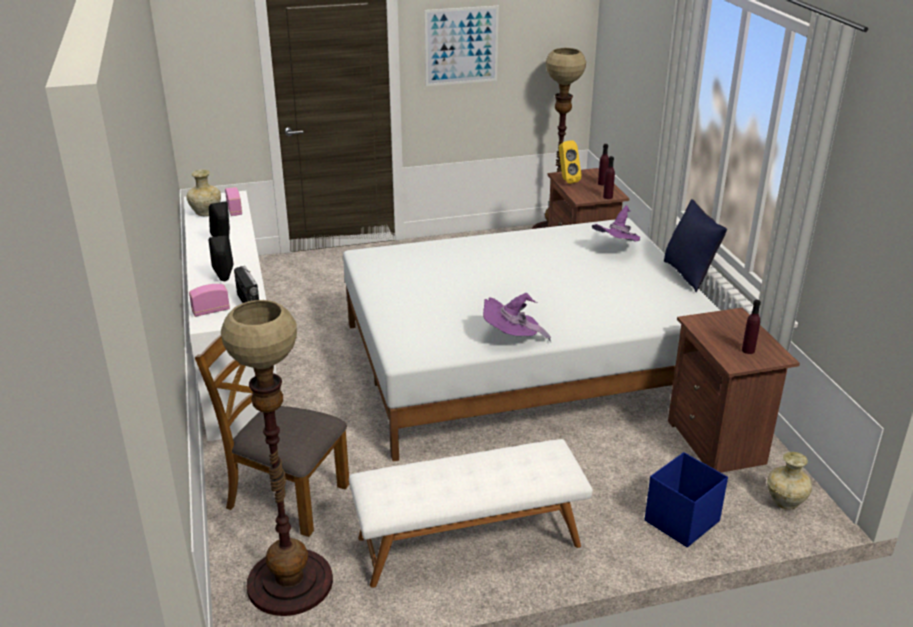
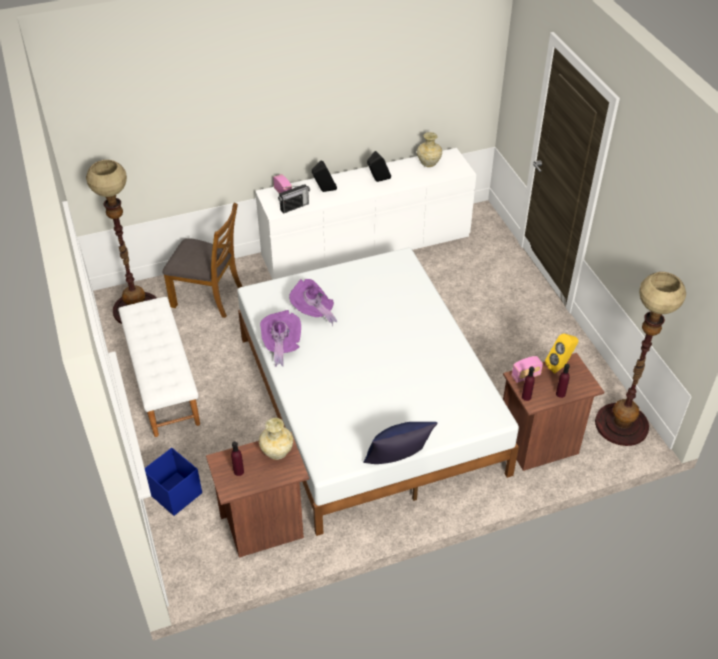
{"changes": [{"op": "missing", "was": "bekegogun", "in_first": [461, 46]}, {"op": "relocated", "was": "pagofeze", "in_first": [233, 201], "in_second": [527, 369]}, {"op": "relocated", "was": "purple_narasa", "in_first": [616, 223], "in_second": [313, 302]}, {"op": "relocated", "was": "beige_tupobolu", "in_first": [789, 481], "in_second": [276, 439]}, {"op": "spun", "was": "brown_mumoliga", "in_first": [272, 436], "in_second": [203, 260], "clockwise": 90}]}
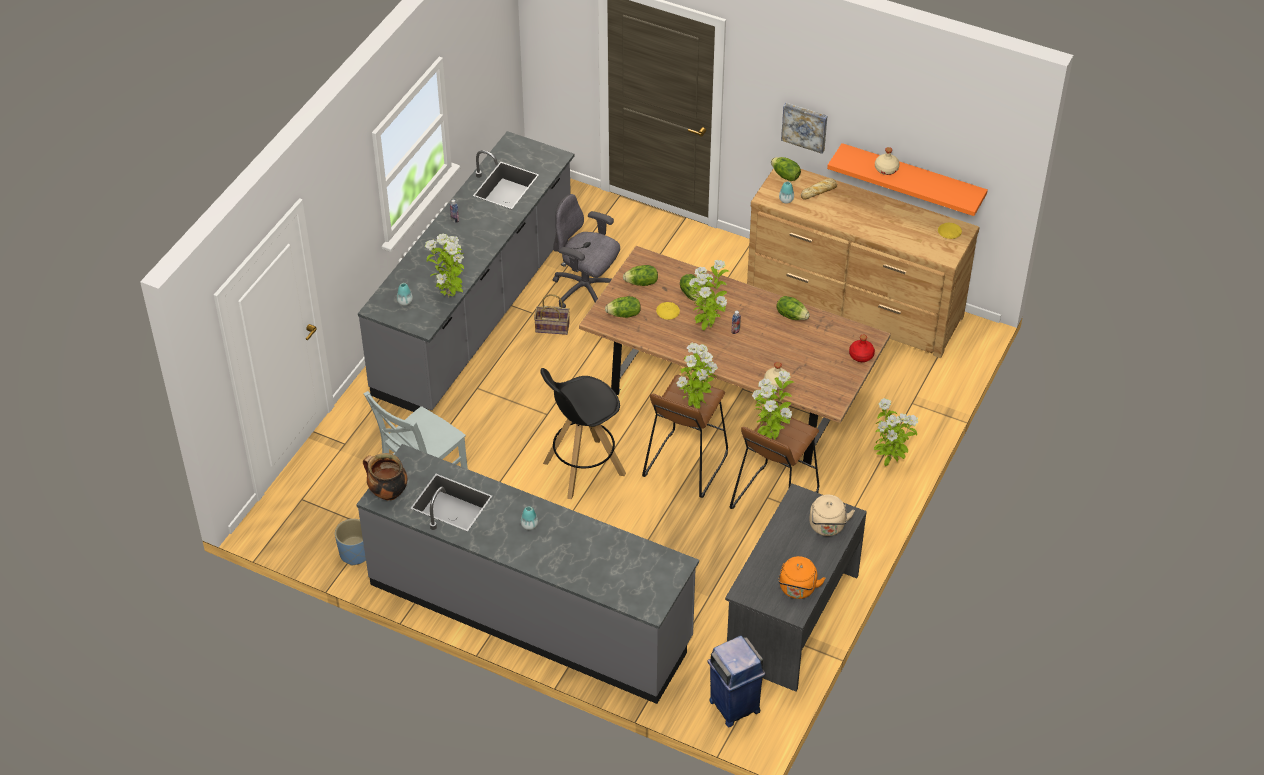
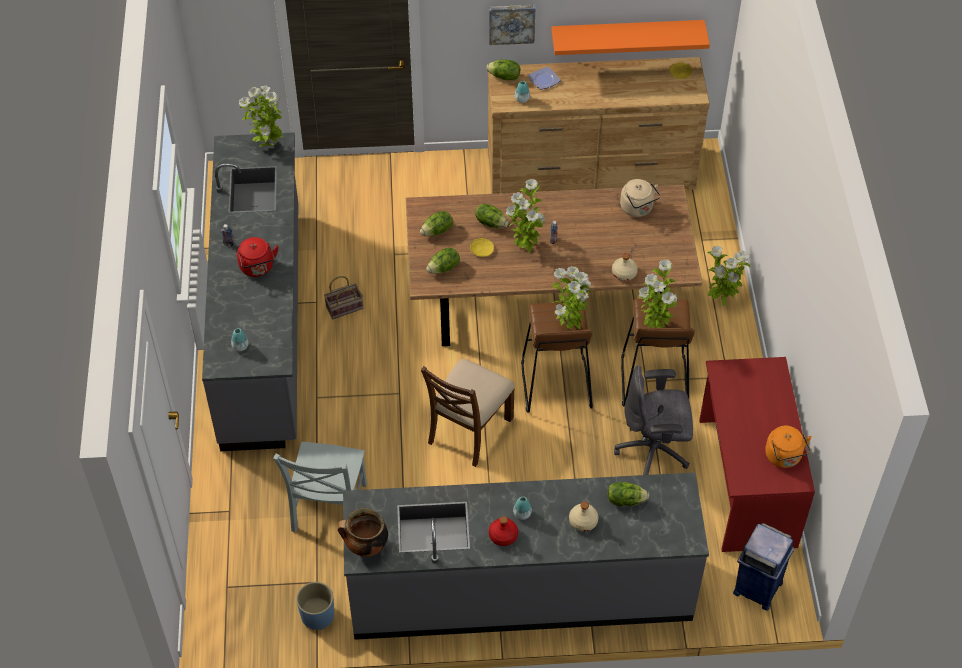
{"changes": [{"op": "appeared", "now": "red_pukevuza", "in_second": [258, 257]}, {"op": "relocated", "was": "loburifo", "in_first": [444, 266], "in_second": [261, 116]}, {"op": "relocated", "was": "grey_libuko", "in_first": [586, 251], "in_second": [653, 420]}, {"op": "relocated", "was": "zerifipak", "in_first": [793, 308], "in_second": [628, 494]}, {"op": "relocated", "was": "beige_pukevuza", "in_first": [832, 515], "in_second": [640, 198]}, {"op": "relocated", "was": "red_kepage", "in_first": [862, 348], "in_second": [503, 531]}, {"op": "relocated", "was": "beige_kepage", "in_first": [887, 161], "in_second": [583, 516]}, {"op": "exchanged", "was": "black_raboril", "now": "brown_mumoliga", "in_first": [583, 433], "in_second": [468, 413]}, {"op": "exchanged", "was": "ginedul", "now": "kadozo", "in_first": [819, 189], "in_second": [544, 78]}, {"op": "colour", "was": "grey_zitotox", "now": "red_zitotox", "in_first": [796, 587], "in_second": [757, 454]}]}
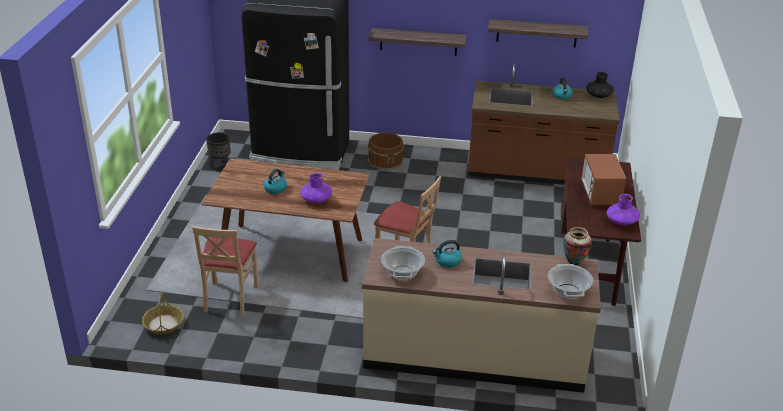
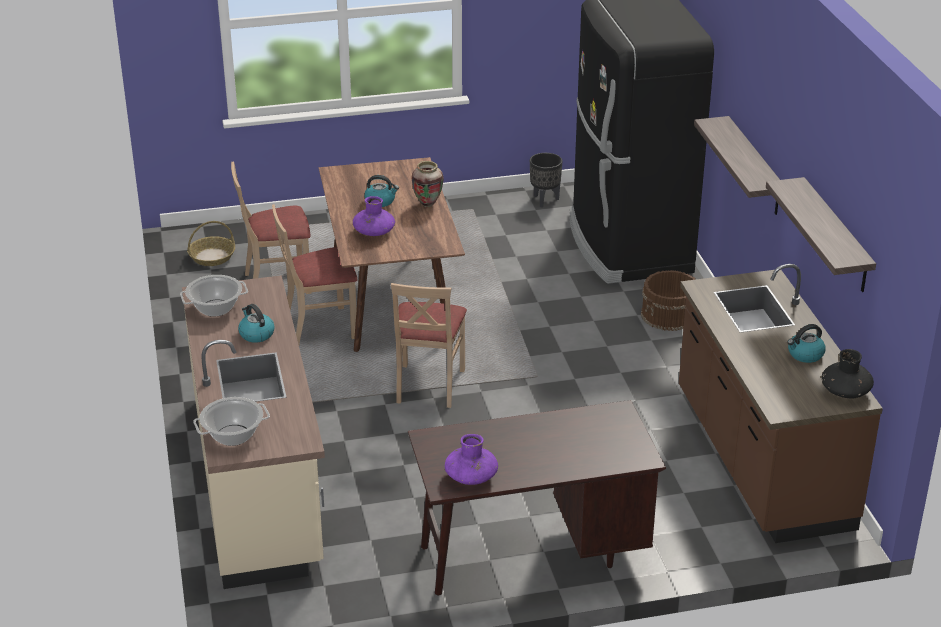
{"changes": [{"op": "missing", "was": "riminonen", "in_first": [603, 179]}, {"op": "appeared", "now": "beige_mumoliga", "in_second": [315, 274]}, {"op": "relocated", "was": "tupobolu", "in_first": [577, 246], "in_second": [427, 184]}]}
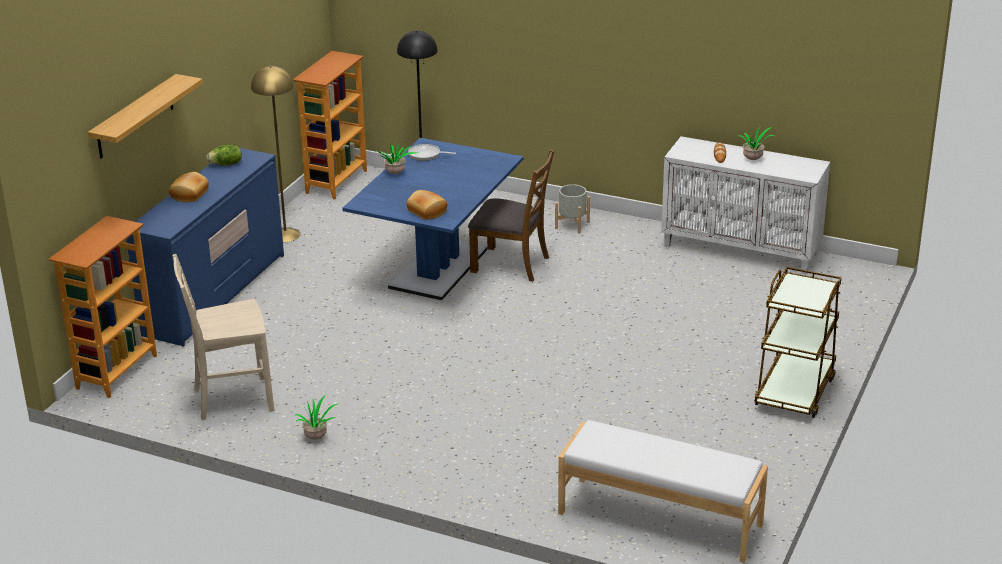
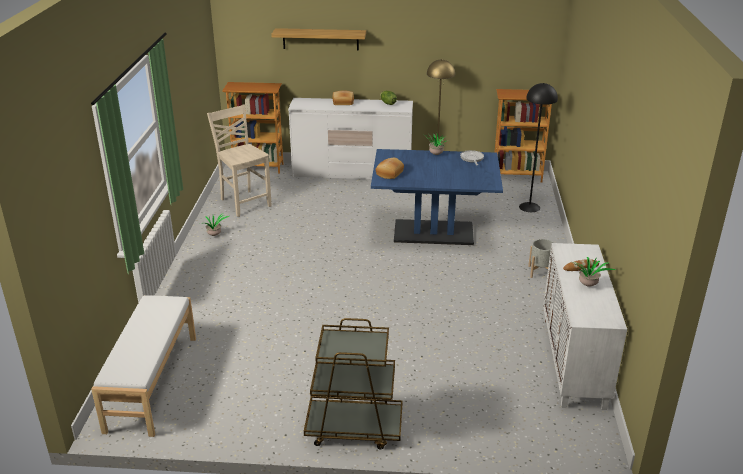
{"changes": [{"op": "missing", "was": "brown_mumoliga", "in_first": [511, 215]}, {"op": "colour", "was": "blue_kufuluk", "now": "white_kufuluk", "in_first": [205, 247], "in_second": [350, 138]}]}
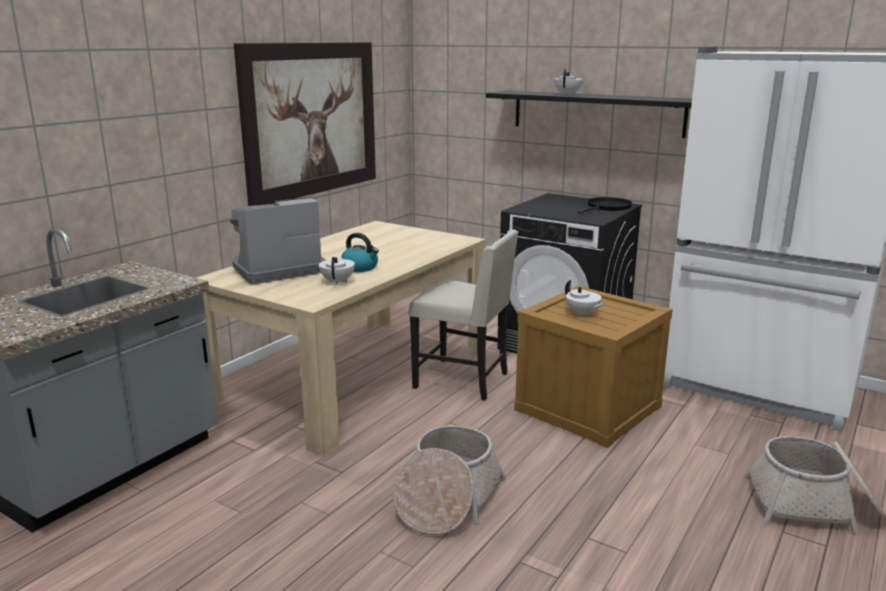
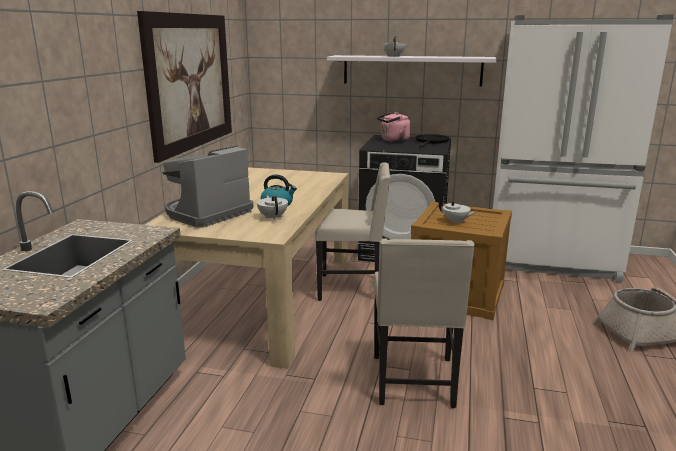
{"changes": [{"op": "appeared", "now": "pink_pukevuza", "in_second": [394, 127]}, {"op": "exchanged", "was": "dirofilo", "now": "beige_mumoliga", "in_first": [450, 480], "in_second": [424, 323]}, {"op": "colour", "was": "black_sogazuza", "now": "white_sogazuza", "in_first": [589, 114], "in_second": [412, 70]}]}
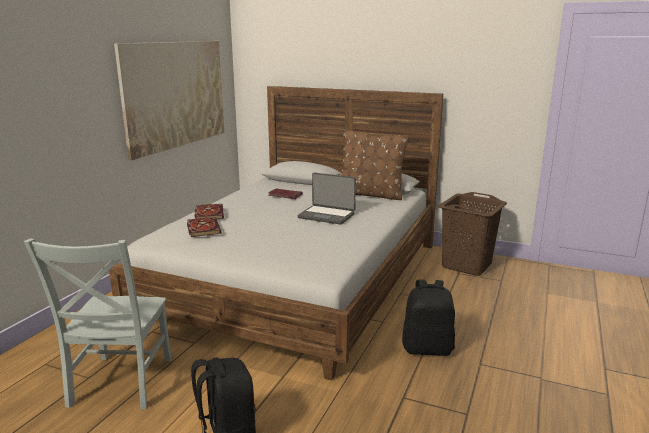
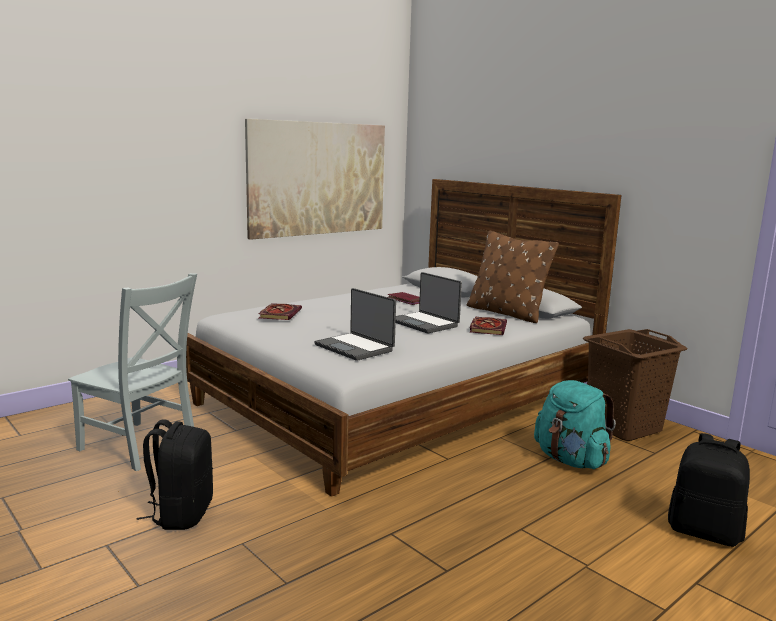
{"changes": [{"op": "appeared", "now": "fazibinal", "in_second": [355, 324]}, {"op": "appeared", "now": "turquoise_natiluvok", "in_second": [575, 424]}, {"op": "relocated", "was": "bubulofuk", "in_first": [209, 211], "in_second": [488, 326]}, {"op": "relocated", "was": "black_natiluvok", "in_first": [428, 317], "in_second": [709, 490]}, {"op": "spun", "was": "grey_mumoliga", "in_first": [98, 324], "in_second": [132, 372], "clockwise": -90}]}
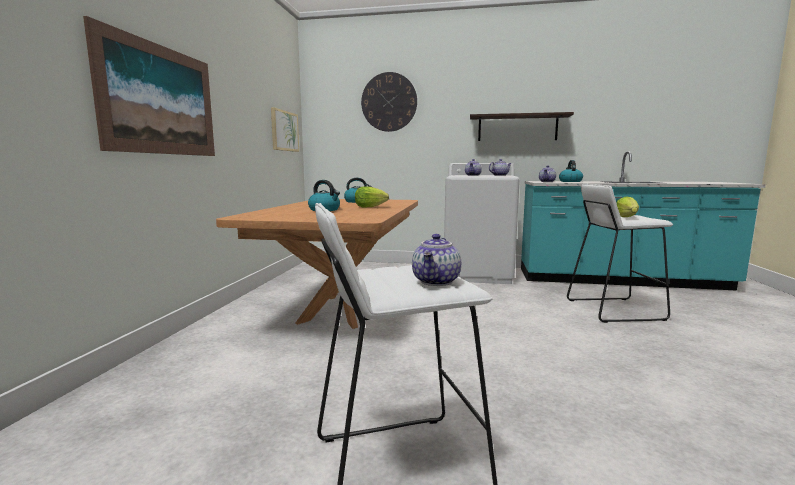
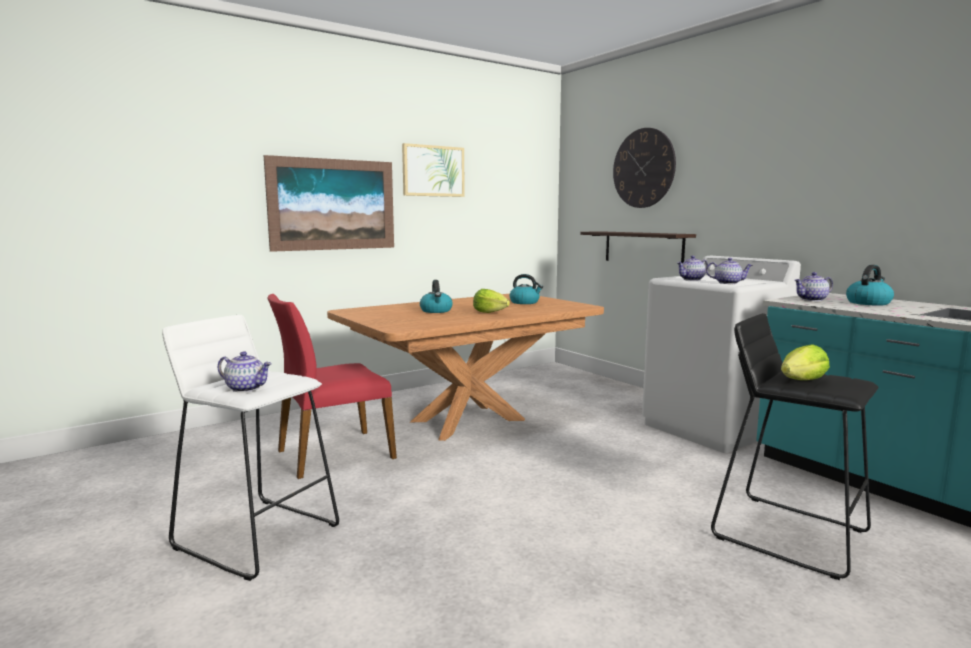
{"changes": [{"op": "appeared", "now": "red_mumoliga", "in_second": [332, 386]}, {"op": "relocated", "was": "bekegogun", "in_first": [285, 129], "in_second": [433, 170]}, {"op": "relocated", "was": "sogazuza", "in_first": [522, 126], "in_second": [638, 247]}, {"op": "colour", "was": "white_raboril", "now": "black_raboril", "in_first": [620, 253], "in_second": [795, 446]}, {"op": "spun", "was": "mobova", "in_first": [436, 260], "in_second": [245, 371], "clockwise": -135}]}
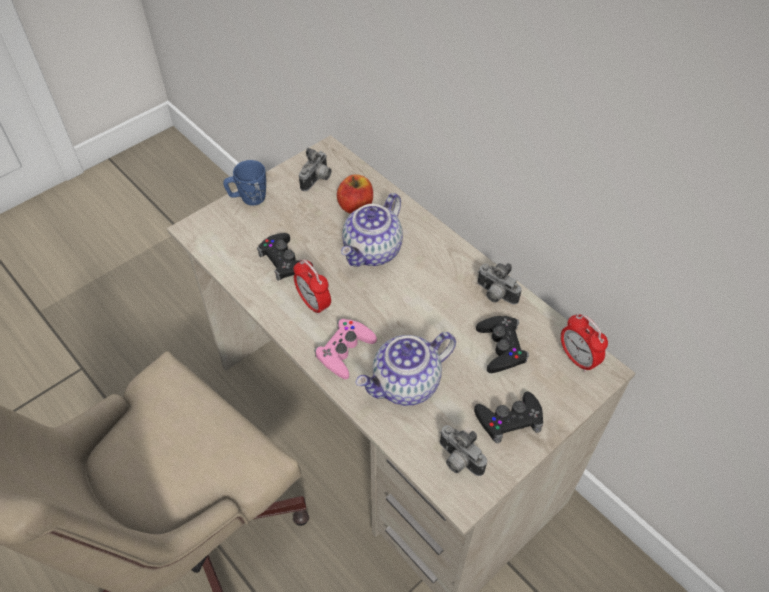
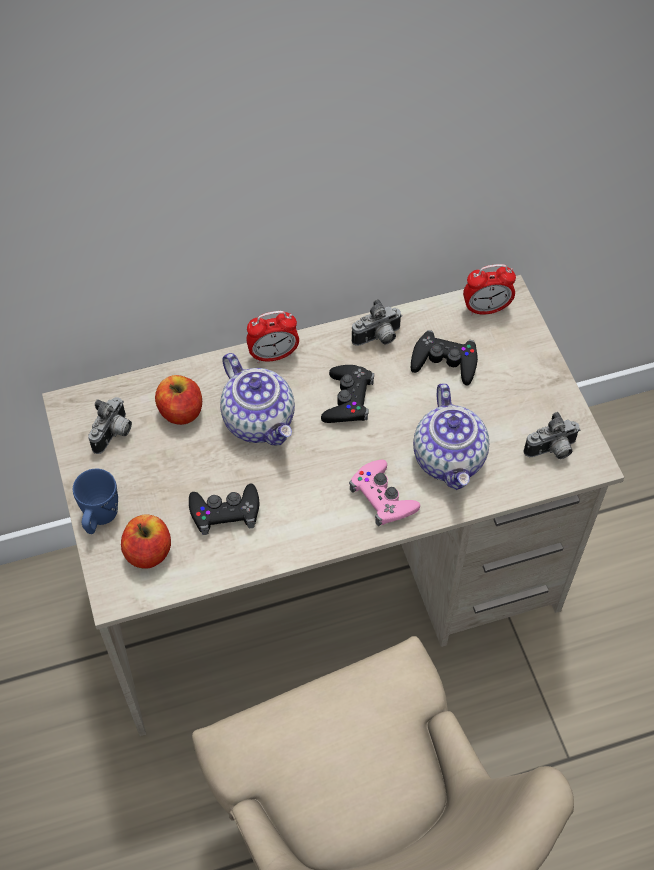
{"changes": [{"op": "appeared", "now": "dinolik", "in_second": [146, 541]}, {"op": "relocated", "was": "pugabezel", "in_first": [312, 287], "in_second": [272, 337]}, {"op": "relocated", "was": "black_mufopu", "in_first": [508, 417], "in_second": [347, 394]}, {"op": "spun", "was": "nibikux", "in_first": [315, 169], "in_second": [110, 425], "clockwise": 60}]}
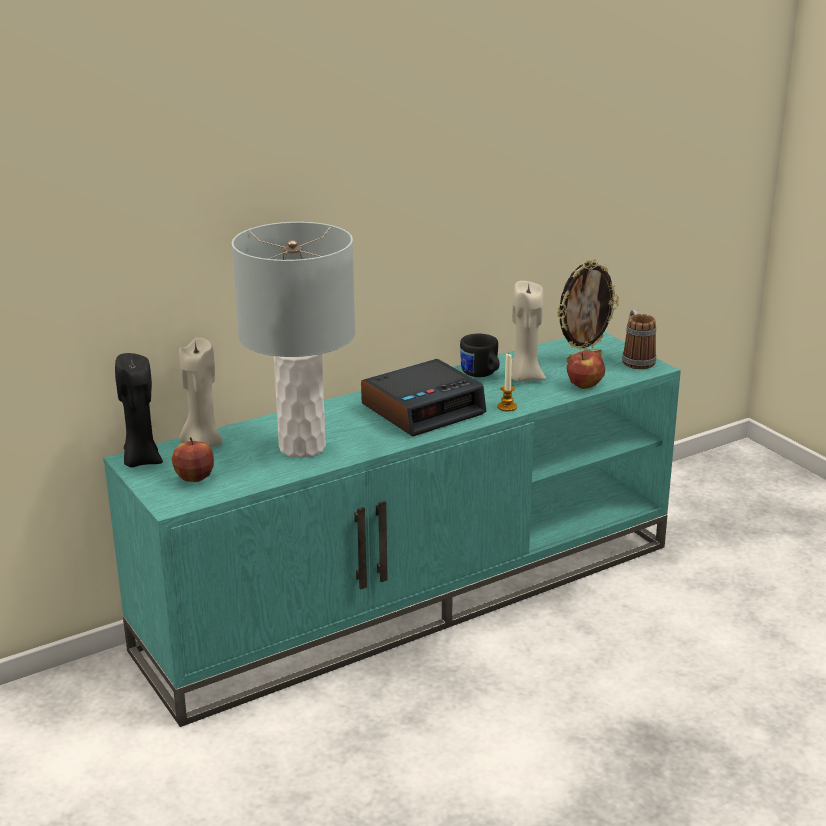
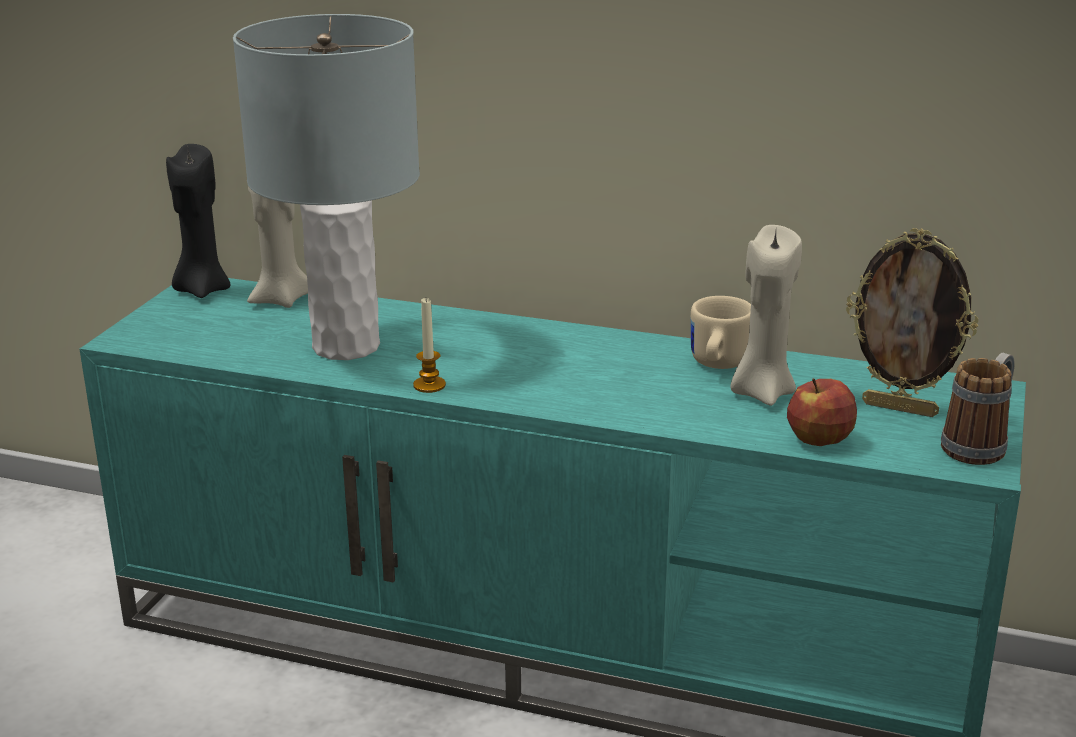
{"changes": [{"op": "missing", "was": "dinolik", "in_first": [192, 459]}, {"op": "missing", "was": "pugabezel", "in_first": [423, 397]}, {"op": "relocated", "was": "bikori", "in_first": [507, 382], "in_second": [429, 345]}, {"op": "colour", "was": "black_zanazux", "now": "beige_zanazux", "in_first": [480, 355], "in_second": [721, 332]}]}
